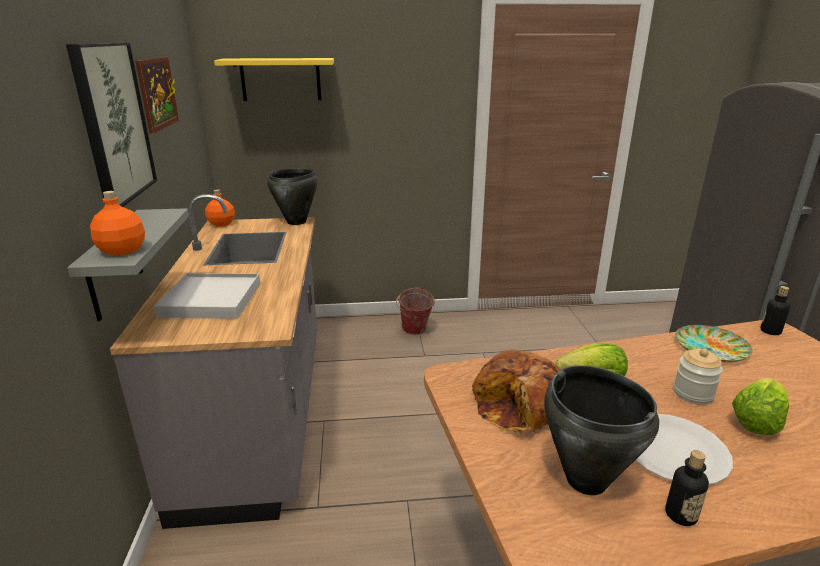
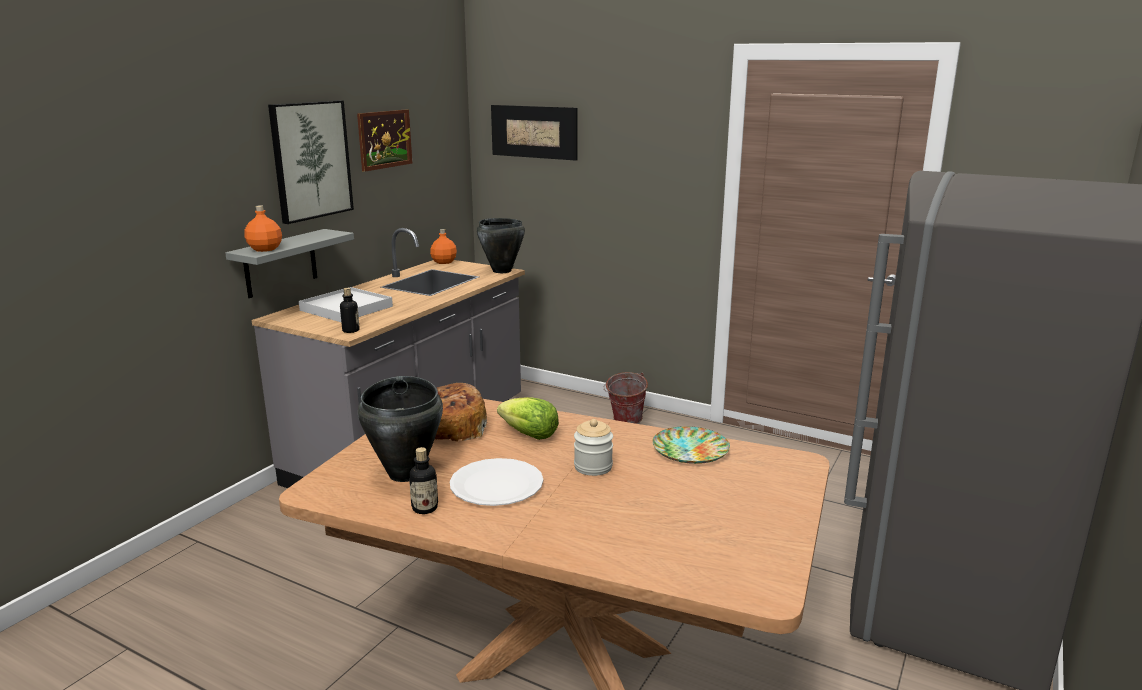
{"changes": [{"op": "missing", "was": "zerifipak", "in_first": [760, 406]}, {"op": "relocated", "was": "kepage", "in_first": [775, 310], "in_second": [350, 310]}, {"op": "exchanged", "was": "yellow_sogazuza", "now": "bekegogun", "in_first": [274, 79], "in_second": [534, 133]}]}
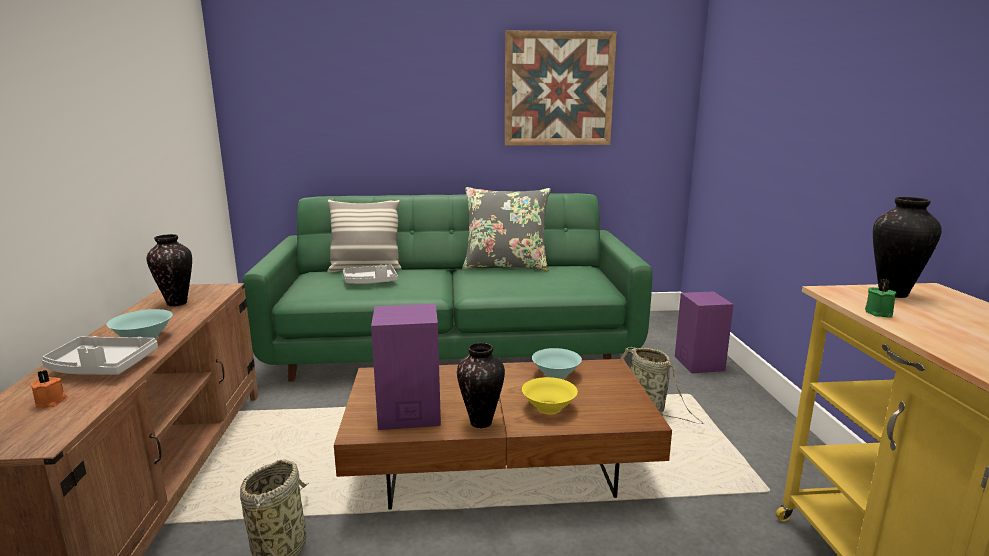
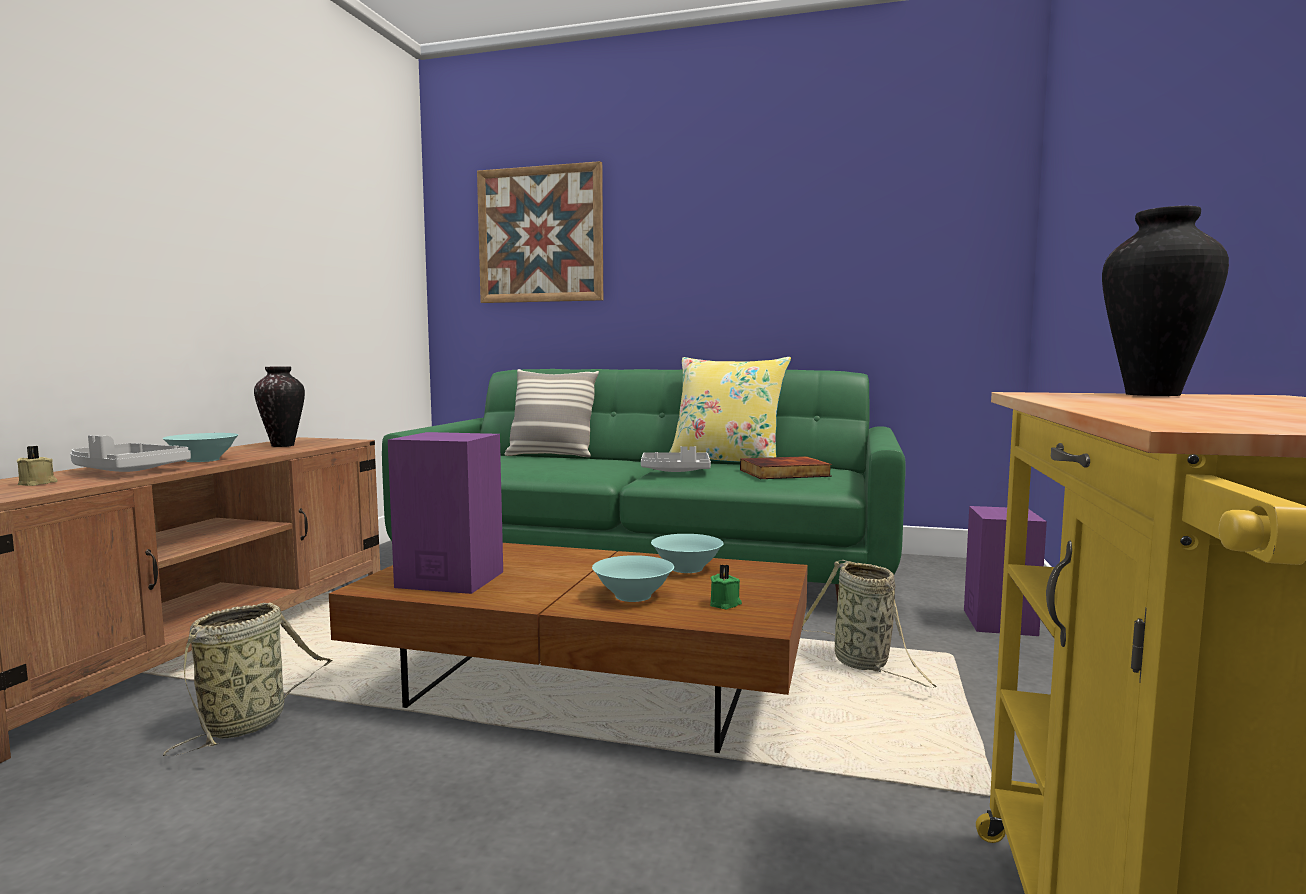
{"changes": [{"op": "missing", "was": "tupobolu", "in_first": [481, 385]}, {"op": "appeared", "now": "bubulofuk", "in_second": [786, 467]}, {"op": "relocated", "was": "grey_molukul", "in_first": [370, 274], "in_second": [676, 459]}, {"op": "relocated", "was": "bekegogun", "in_first": [561, 88], "in_second": [540, 232]}, {"op": "relocated", "was": "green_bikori", "in_first": [880, 298], "in_second": [726, 587]}, {"op": "colour", "was": "orange_bikori", "now": "beige_bikori", "in_first": [49, 389], "in_second": [37, 466]}, {"op": "colour", "was": "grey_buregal", "now": "yellow_buregal", "in_first": [506, 229], "in_second": [730, 409]}, {"op": "colour", "was": "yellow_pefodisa", "now": "turquoise_pefodisa", "in_first": [550, 395], "in_second": [633, 578]}]}
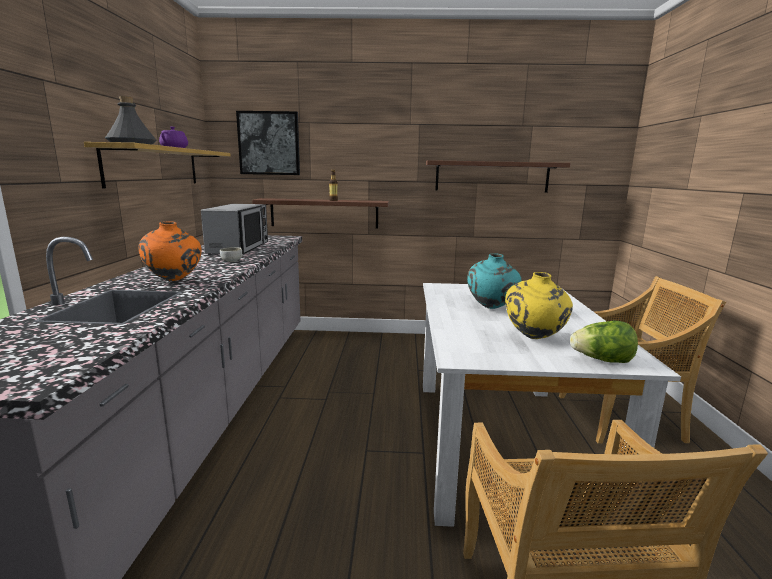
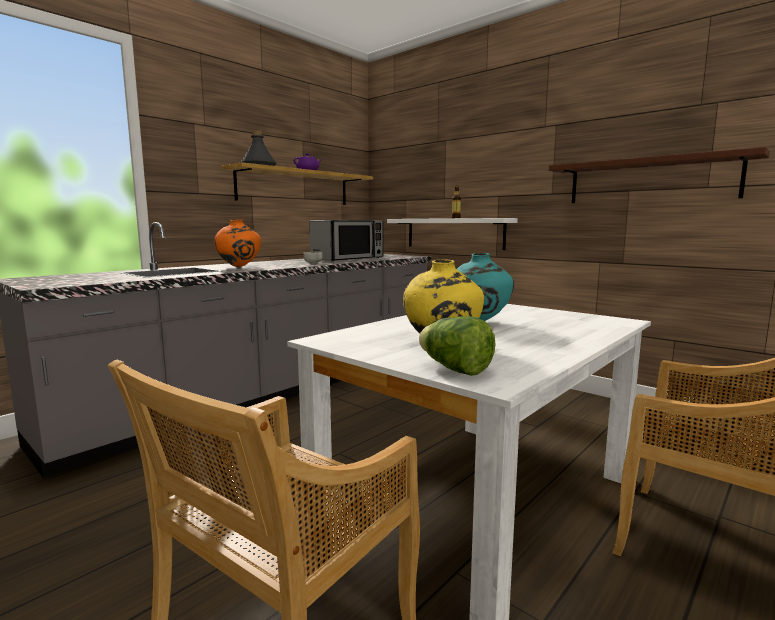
{"changes": [{"op": "missing", "was": "bekegogun", "in_first": [268, 143]}, {"op": "colour", "was": "brown_sogazuza", "now": "white_sogazuza", "in_first": [320, 213], "in_second": [452, 234]}]}
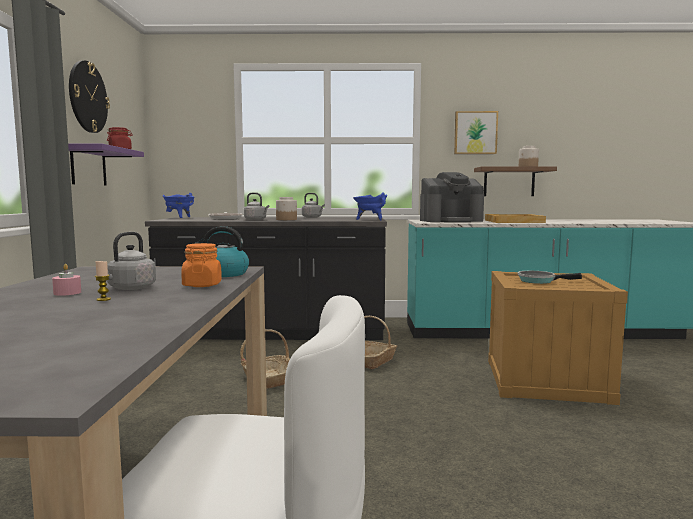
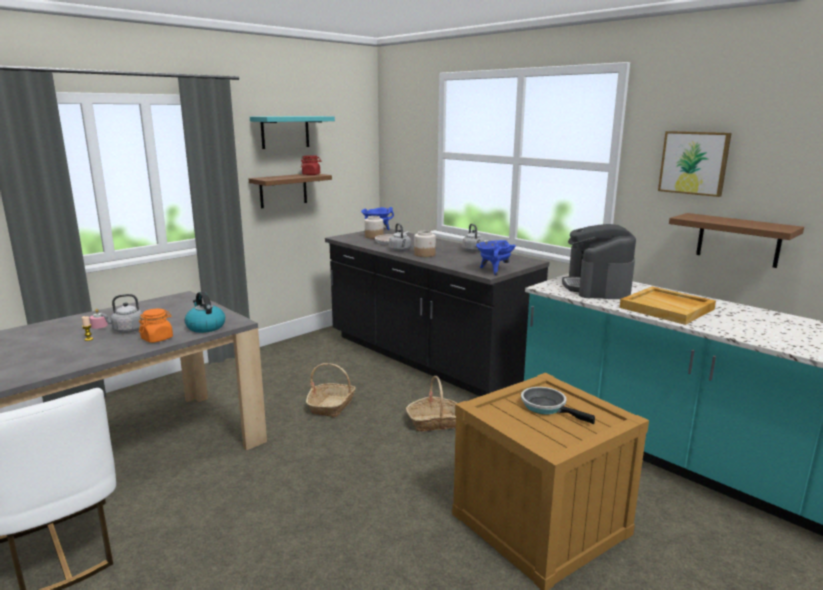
{"changes": [{"op": "relocated", "was": "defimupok", "in_first": [529, 156], "in_second": [374, 227]}, {"op": "exchanged", "was": "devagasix", "now": "turquoise_sogazuza", "in_first": [89, 96], "in_second": [292, 132]}, {"op": "colour", "was": "purple_sogazuza", "now": "brown_sogazuza", "in_first": [106, 165], "in_second": [290, 191]}, {"op": "spun", "was": "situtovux", "in_first": [452, 197], "in_second": [599, 261], "clockwise": 60}]}
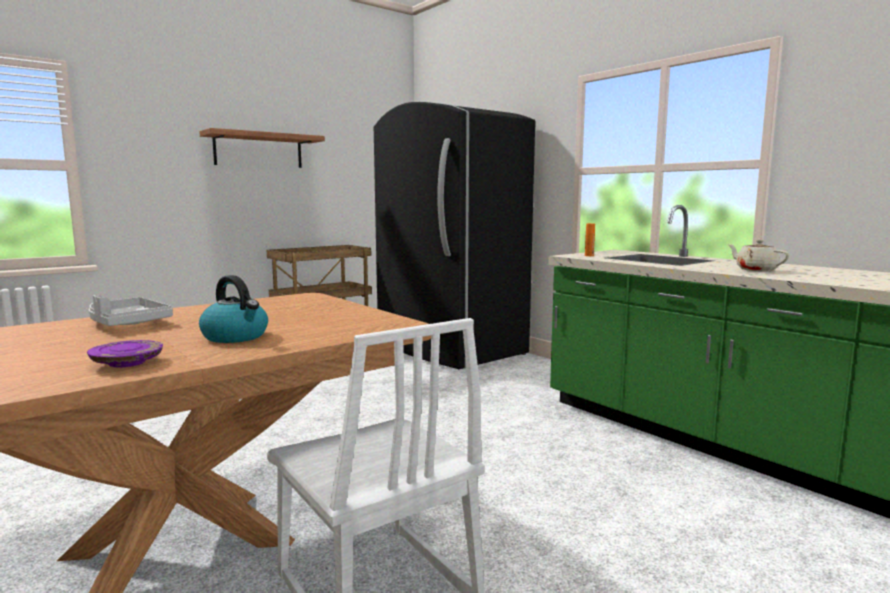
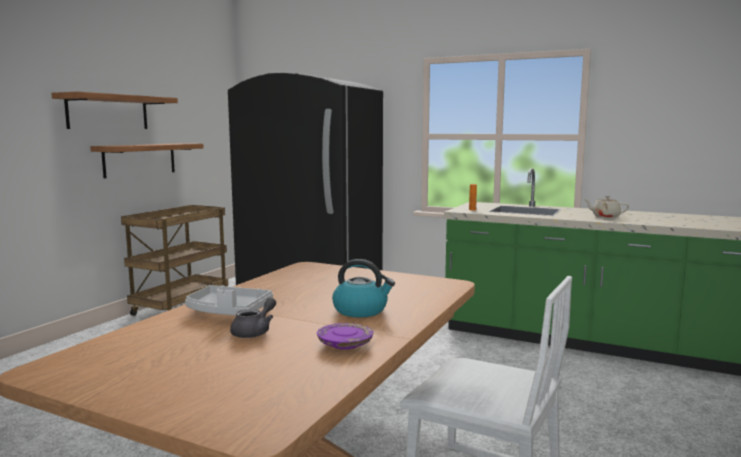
{"changes": [{"op": "appeared", "now": "sogazuza", "in_second": [147, 160]}, {"op": "appeared", "now": "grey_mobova", "in_second": [253, 317]}]}
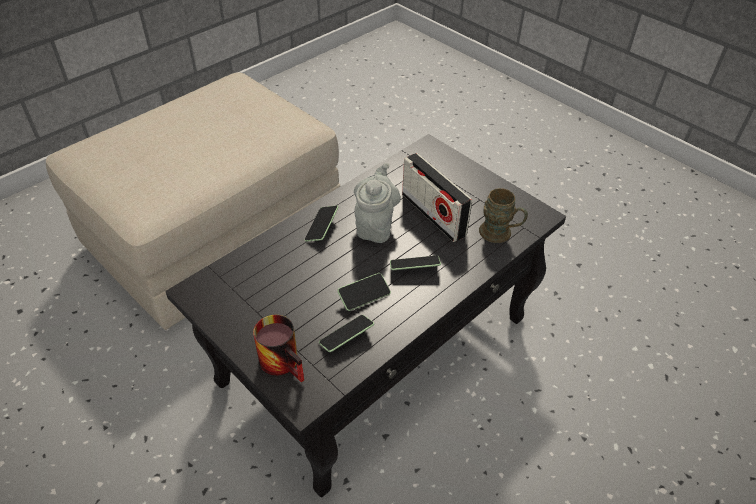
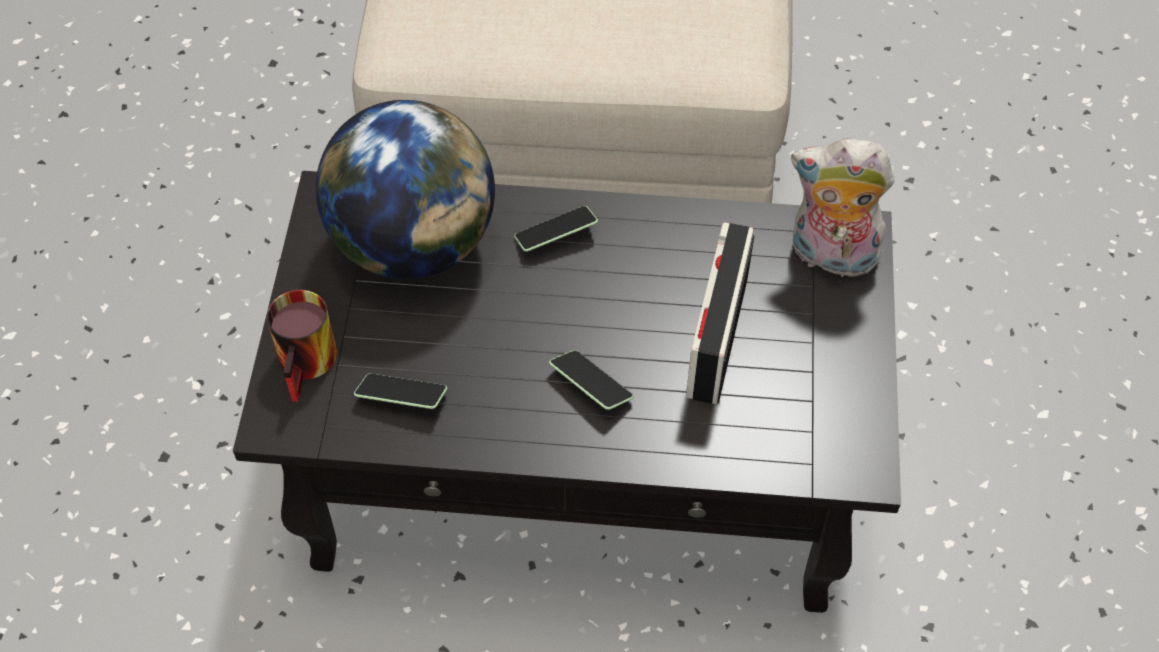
{"changes": [{"op": "missing", "was": "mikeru", "in_first": [364, 292]}, {"op": "missing", "was": "grey_mobova", "in_first": [377, 203]}, {"op": "missing", "was": "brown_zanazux", "in_first": [503, 215]}, {"op": "appeared", "now": "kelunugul", "in_second": [405, 189]}, {"op": "appeared", "now": "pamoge", "in_second": [843, 208]}]}
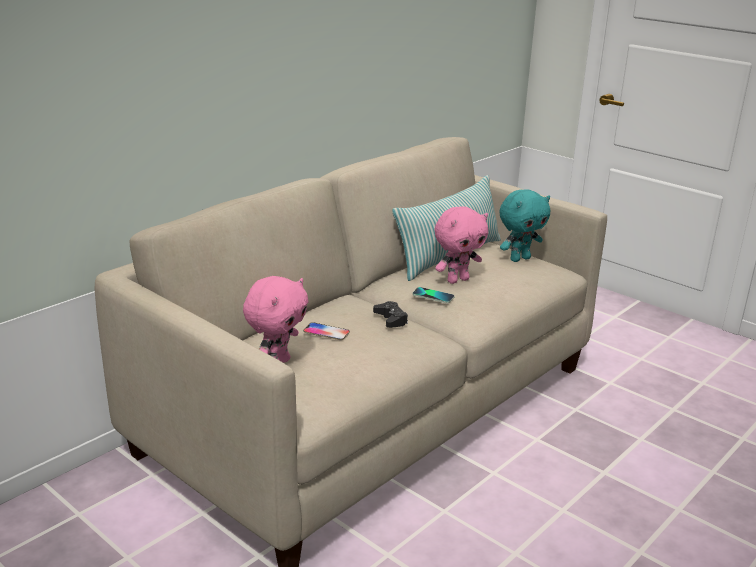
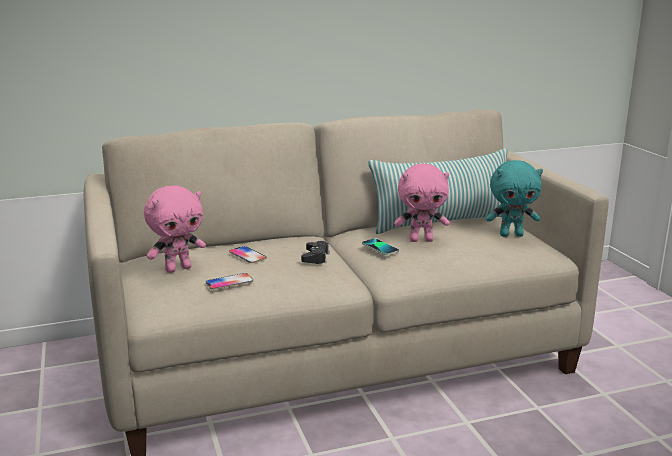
{"changes": [{"op": "appeared", "now": "mikeru", "in_second": [229, 281]}]}
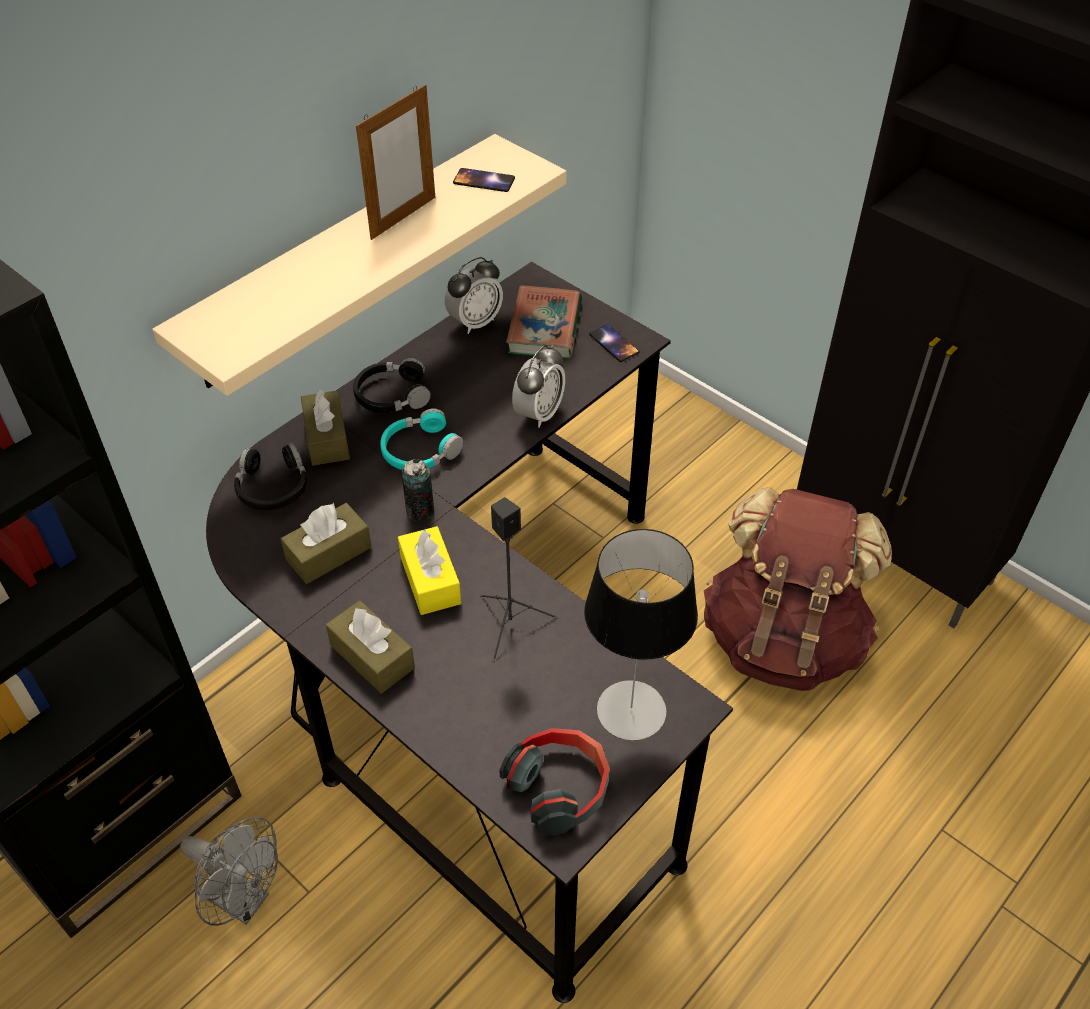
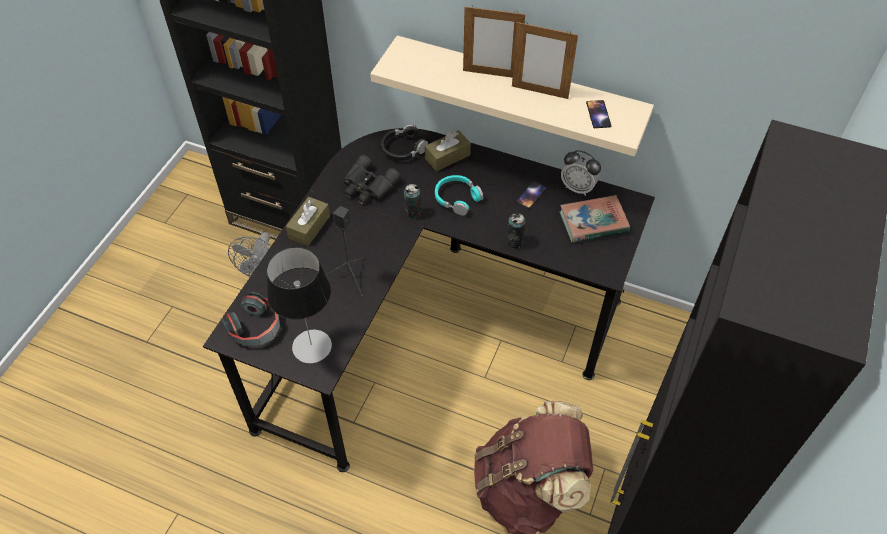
{"changes": [{"op": "missing", "was": "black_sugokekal", "in_first": [392, 385]}, {"op": "missing", "was": "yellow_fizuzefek", "in_first": [429, 570]}, {"op": "appeared", "now": "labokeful", "in_second": [494, 41]}, {"op": "relocated", "was": "mikeru", "in_first": [614, 343], "in_second": [531, 195]}, {"op": "exchanged", "was": "brown_fizuzefek", "now": "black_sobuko", "in_first": [326, 543], "in_second": [372, 180]}, {"op": "exchanged", "was": "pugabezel", "now": "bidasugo", "in_first": [538, 386], "in_second": [516, 231]}]}
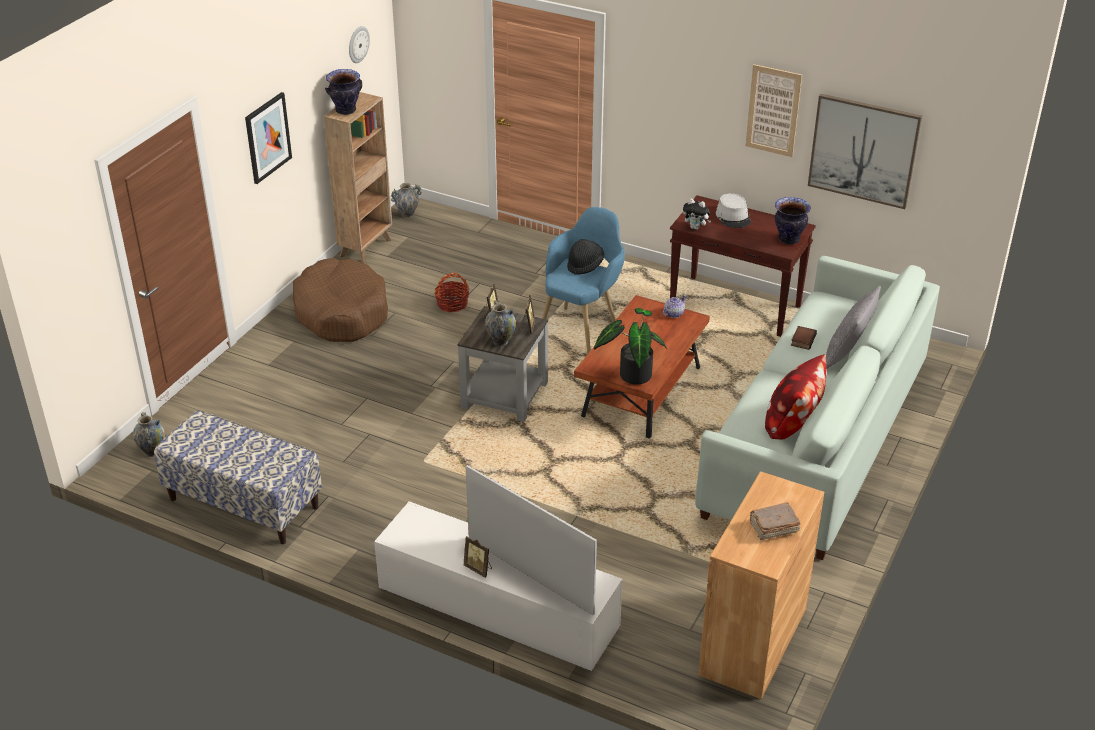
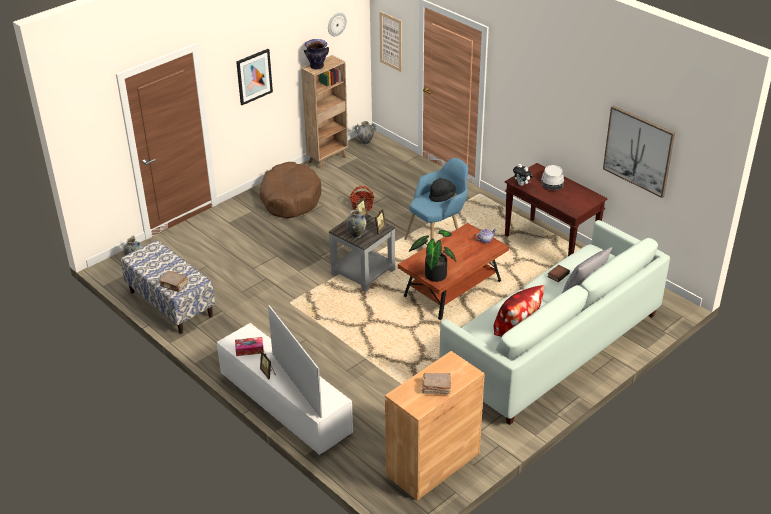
{"changes": [{"op": "missing", "was": "tupobolu", "in_first": [793, 220]}, {"op": "appeared", "now": "brown_bubulofuk", "in_second": [173, 281]}, {"op": "appeared", "now": "fizuzefek", "in_second": [249, 346]}, {"op": "relocated", "was": "bekegogun", "in_first": [773, 110], "in_second": [390, 41]}]}
